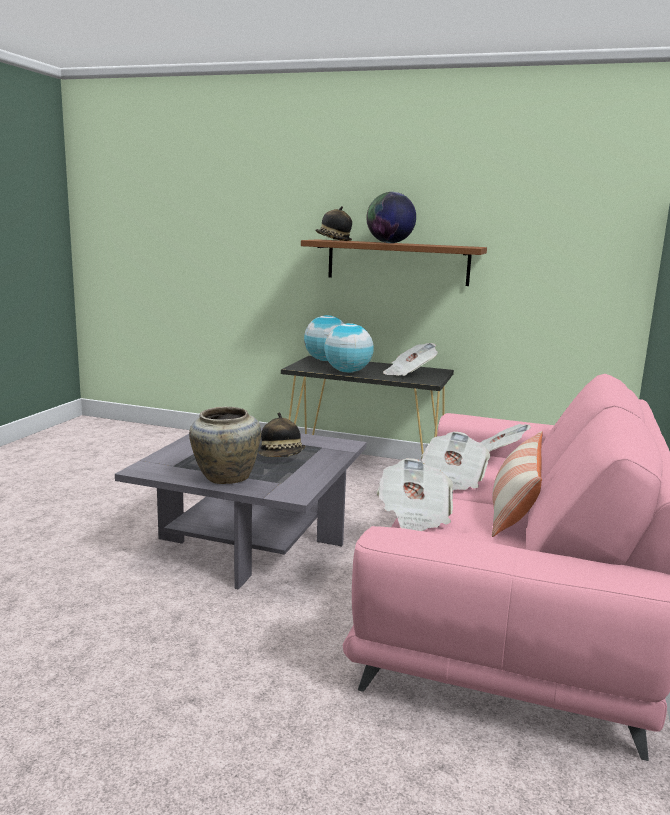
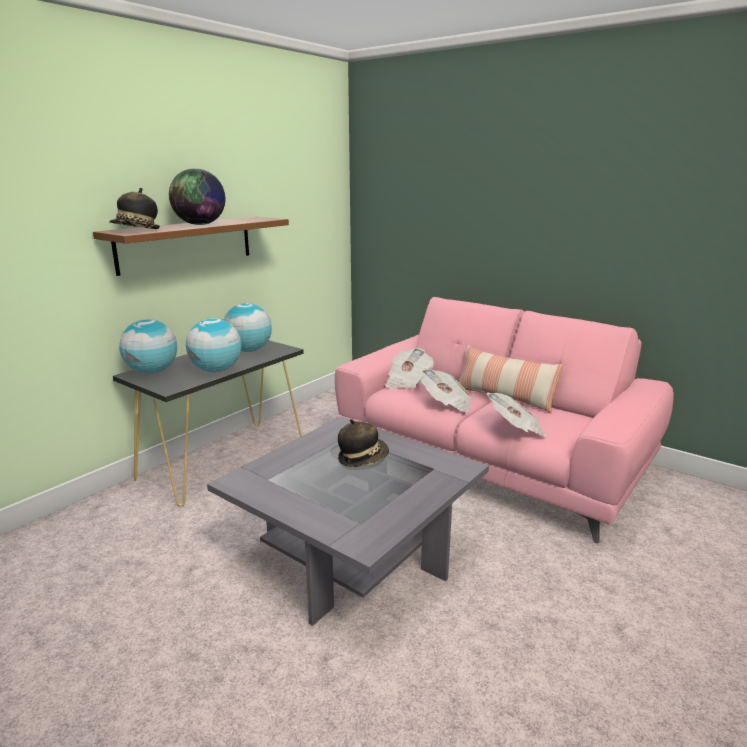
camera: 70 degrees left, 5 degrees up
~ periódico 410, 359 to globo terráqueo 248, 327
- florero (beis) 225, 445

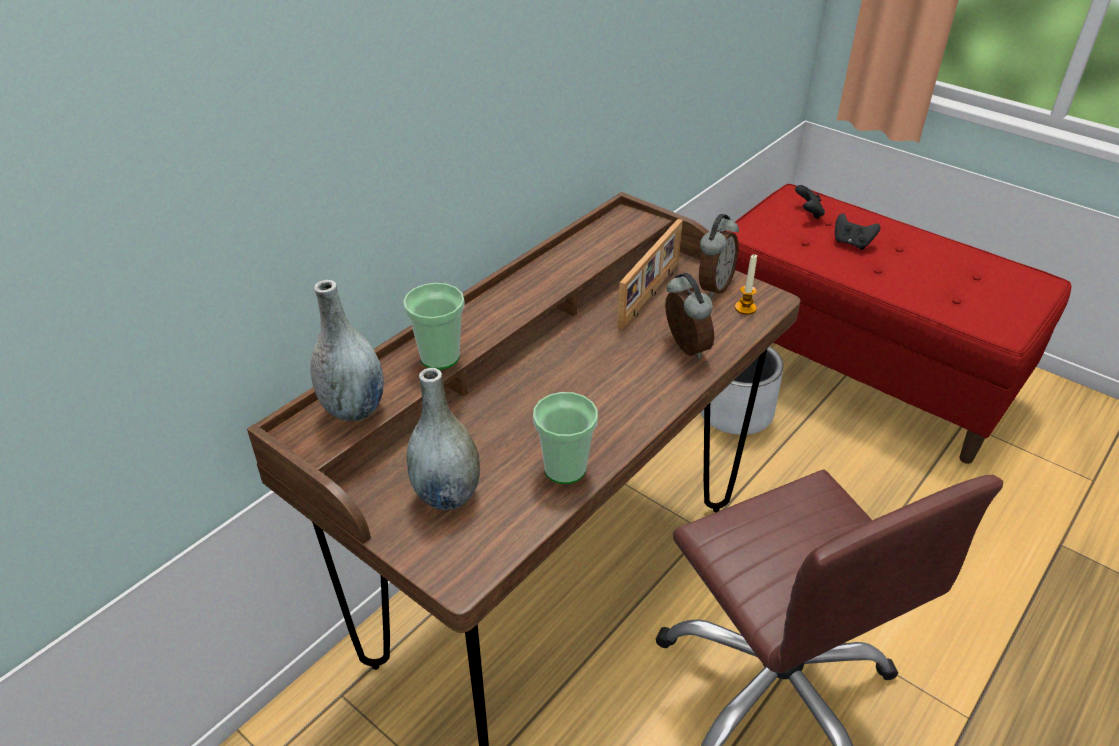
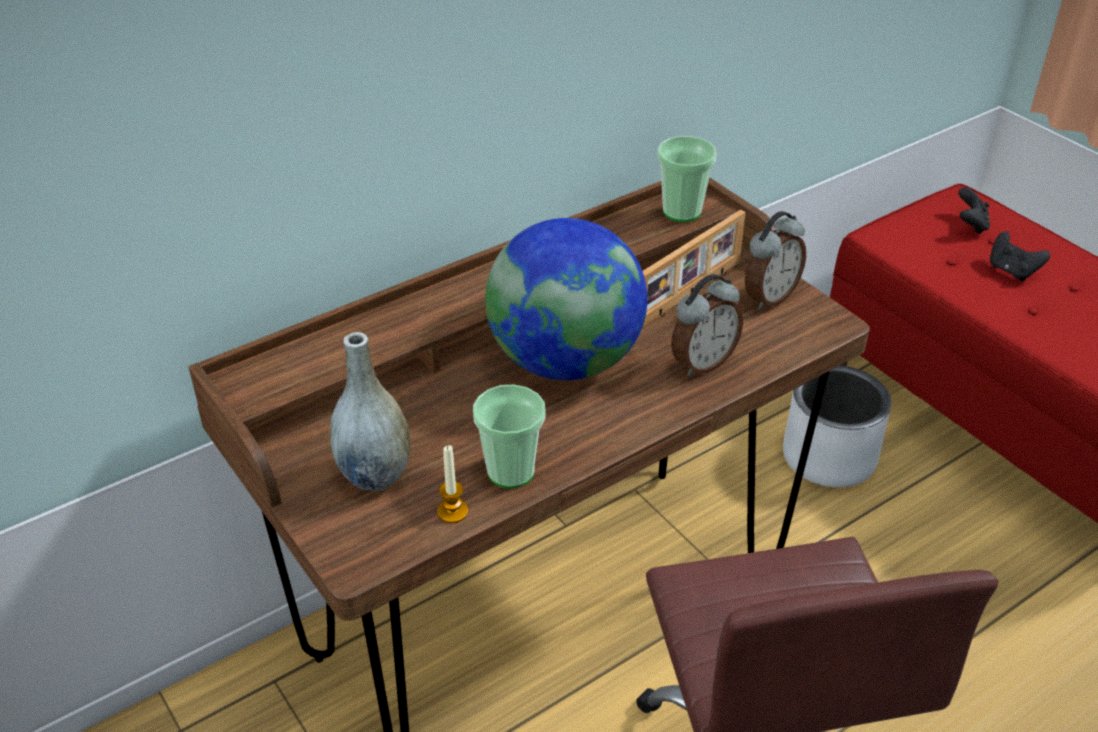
camera: 15 degrees right, 0 degrees up
~ vela 746, 284 to 452, 484
~ despertador 689, 316 = 707, 325 60 degrees clockwise
- florero (gris) 347, 350
~ taza 434, 326 to 687, 179
+ globo terráqueo 566, 299

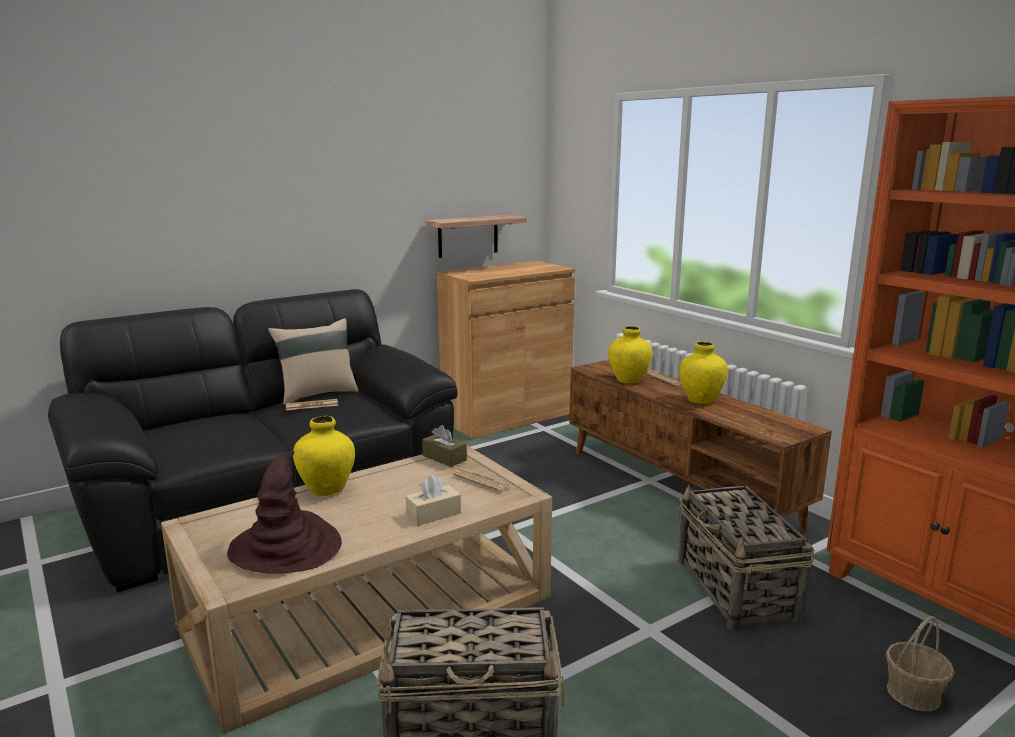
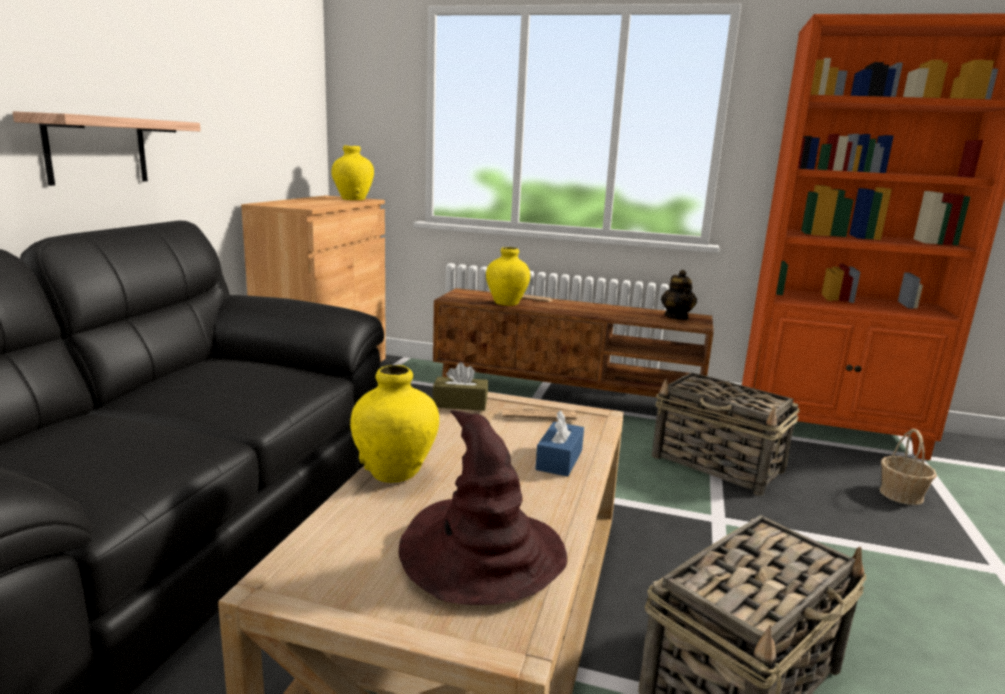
camera: 40 degrees left, 0 degrees up
~ estante 476, 236 to 107, 148
- cojín (beis) 313, 361
~ florero (amarillo) 703, 373 to 352, 172
- periódico 312, 404
~ caja de pañuelos (beis) 433, 500 to caja de pañuelos (azul) 560, 443
+ tetera 679, 295

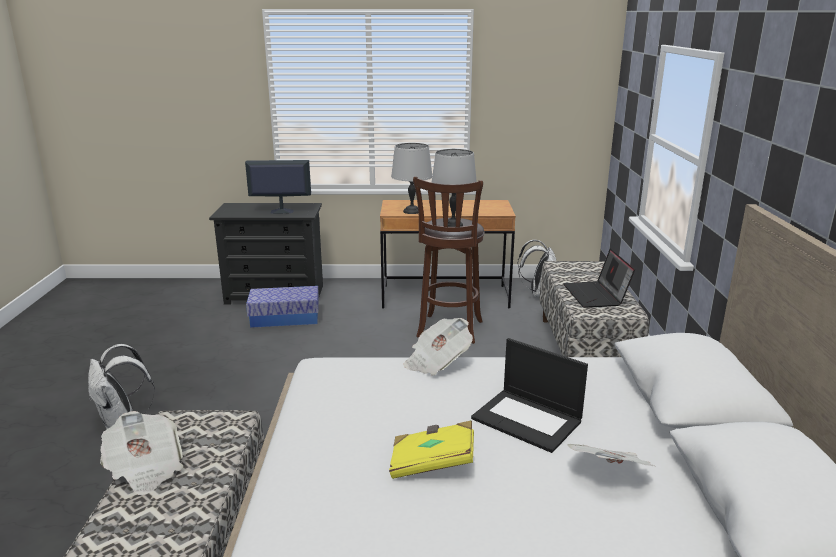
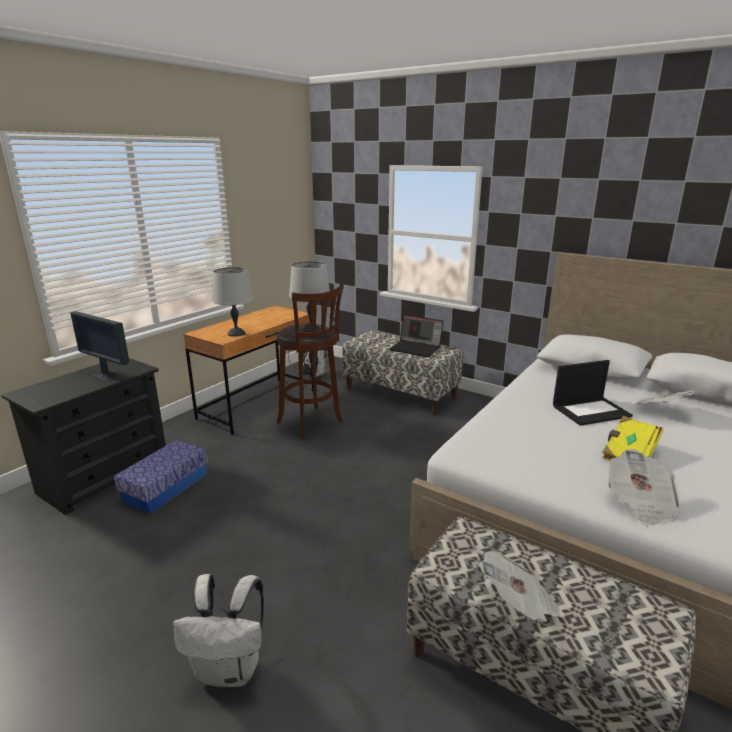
camera: 55 degrees left, 0 degrees up
~ monitor 278, 187 = 99, 346 90 degrees counterclockwise
~ periódico 438, 346 to 644, 487

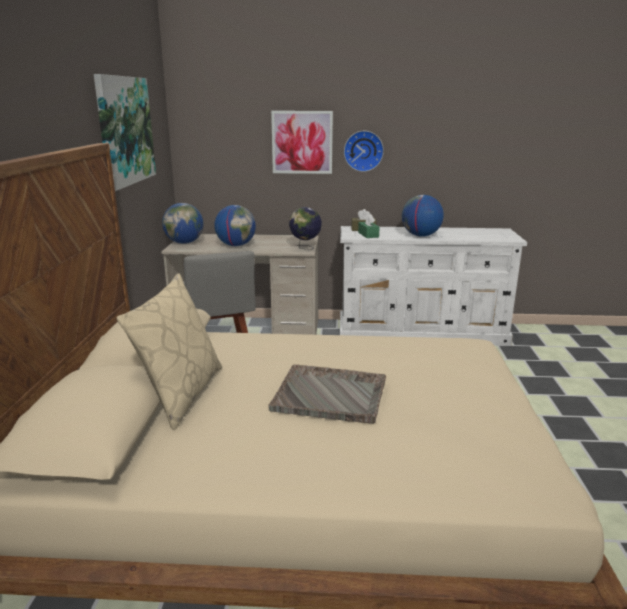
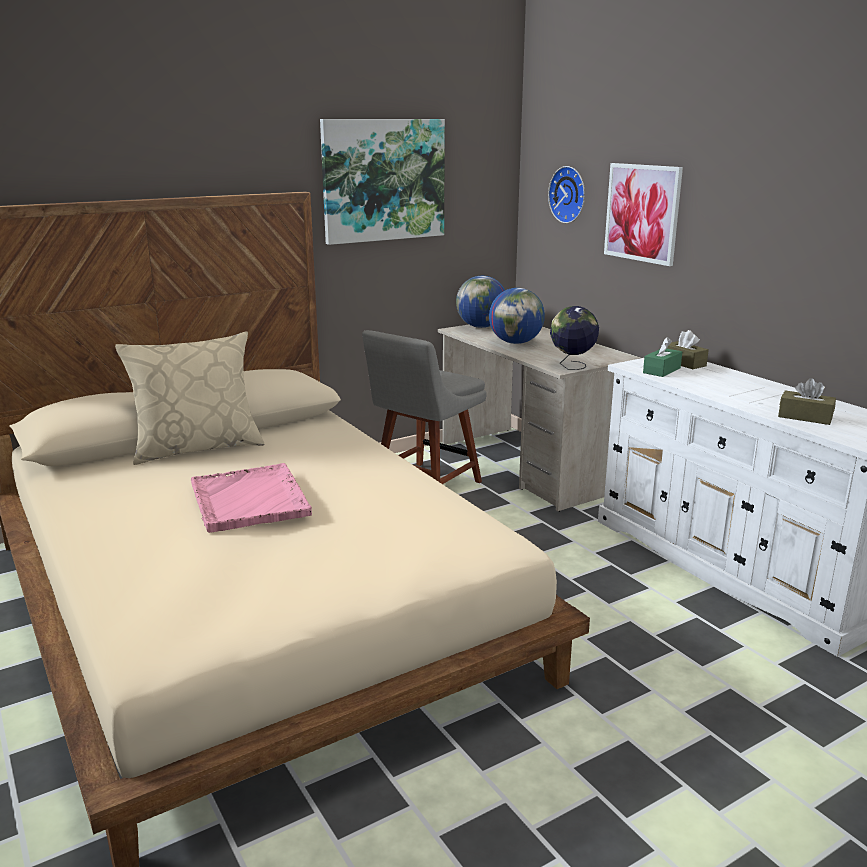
camera: 55 degrees right, 0 degrees up
~ reloj de pared 364, 151 to 566, 194
- globo terráqueo 423, 216
~ bandeja (gris) 327, 394 to bandeja (rosa) 251, 498
+ caja de pañuelos (marrón) 807, 401

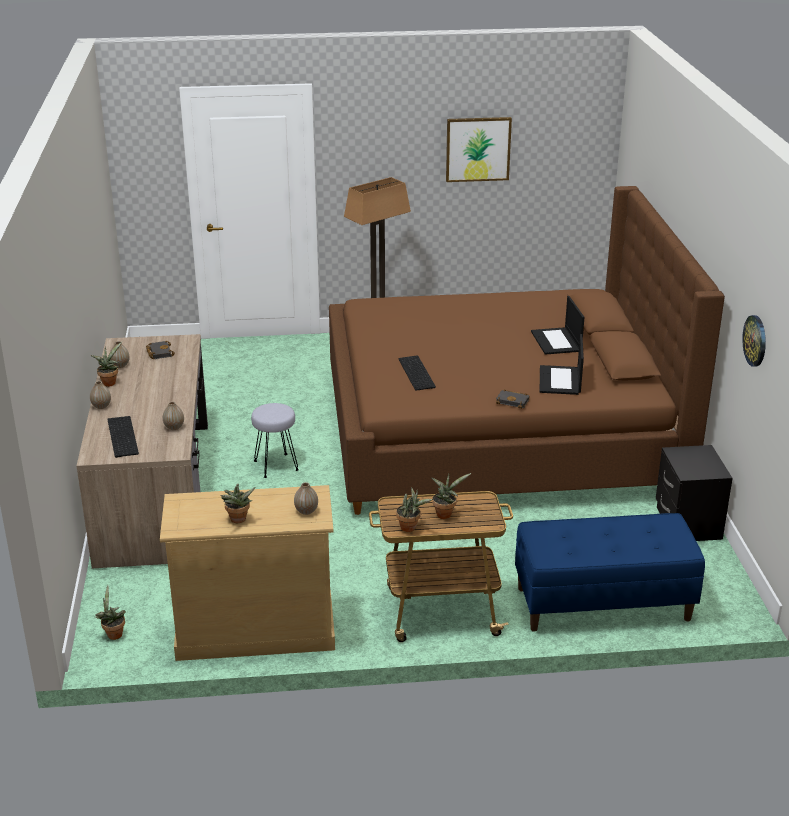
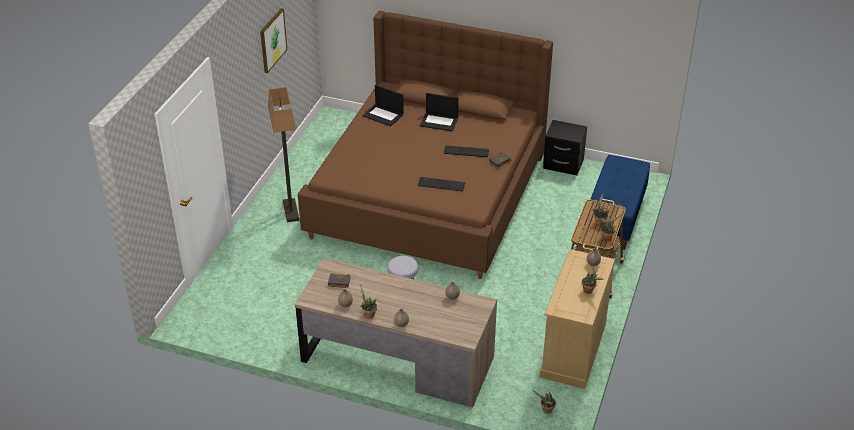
camera: 65 degrees left, 10 degrees up
- reloj de pared 754, 341
~ portátil 562, 364 to 383, 105
~ teclado 123, 437 to 466, 151

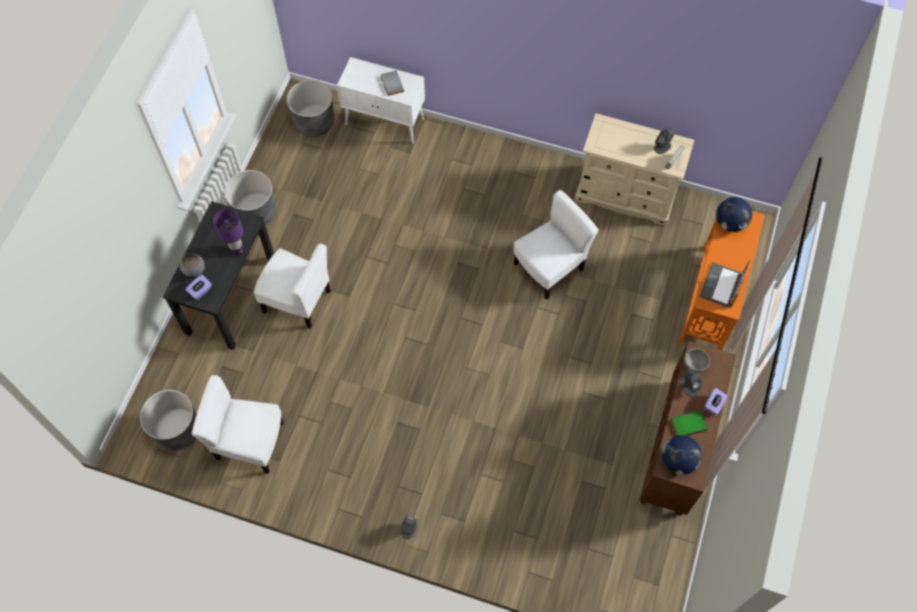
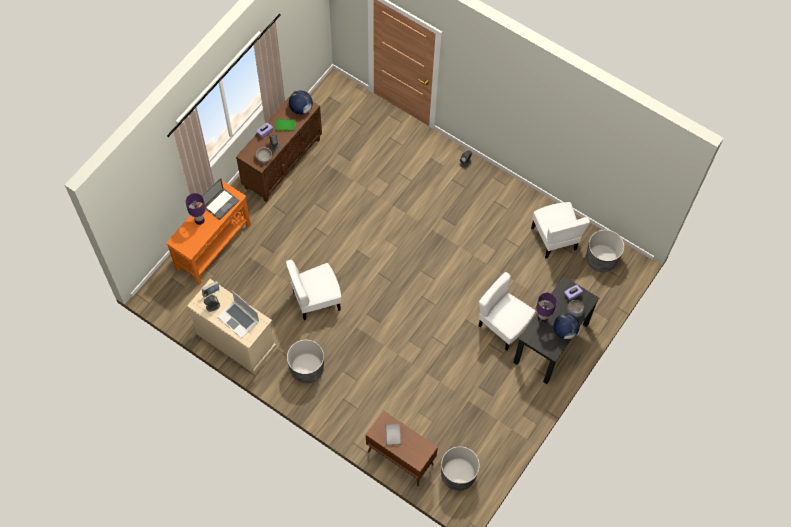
camera: 165 degrees left, 0 degrees up
~ armario (blanco) 381, 100 to armario (marrón) 402, 448
~ maceta (gris) 250, 197 to 305, 361
~ globo terráqueo 734, 214 to 566, 326
~ silla (blanco) 238, 424 = 560, 230 45 degrees clockwise
+ lámpara de mesa (morado) 196, 209
+ portátil 238, 315

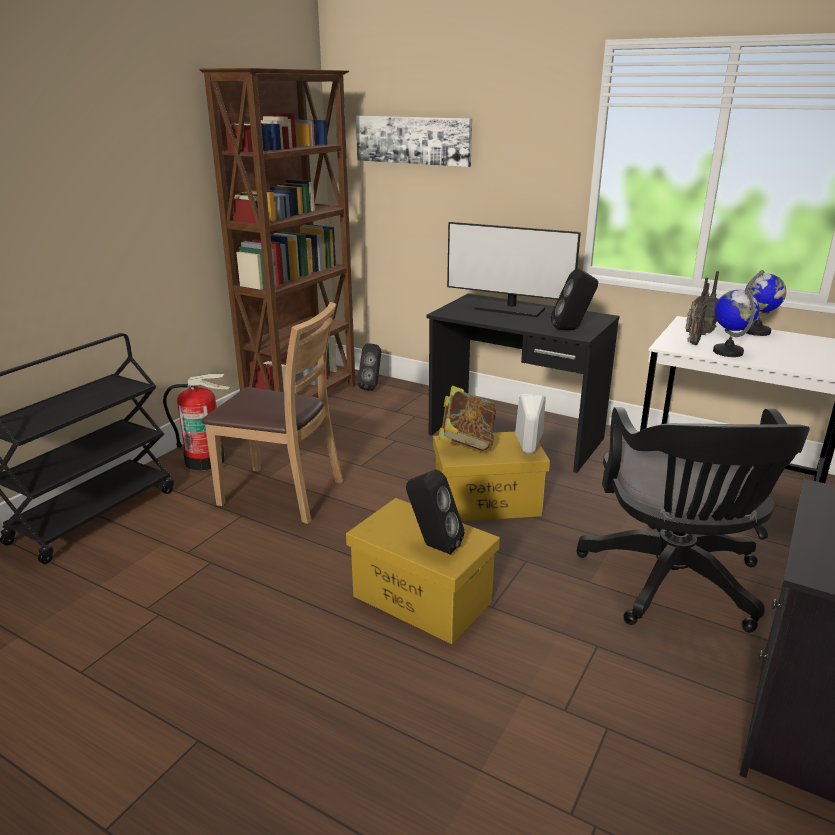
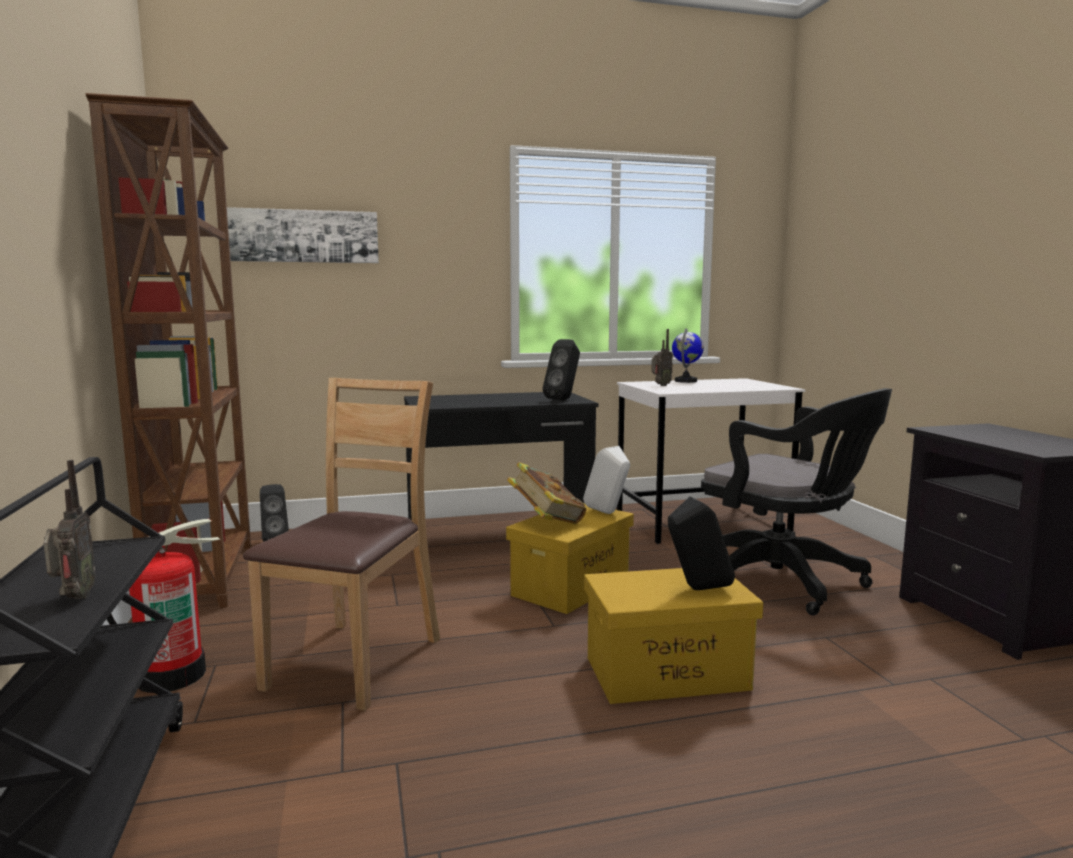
camera: 45 degrees left, 15 degrees down
- monitor 514, 269
~ radio 696, 311 to 69, 529
- globo terráqueo 736, 322
~ silla (marrón) 272, 413 = 341, 544 45 degrees counterclockwise

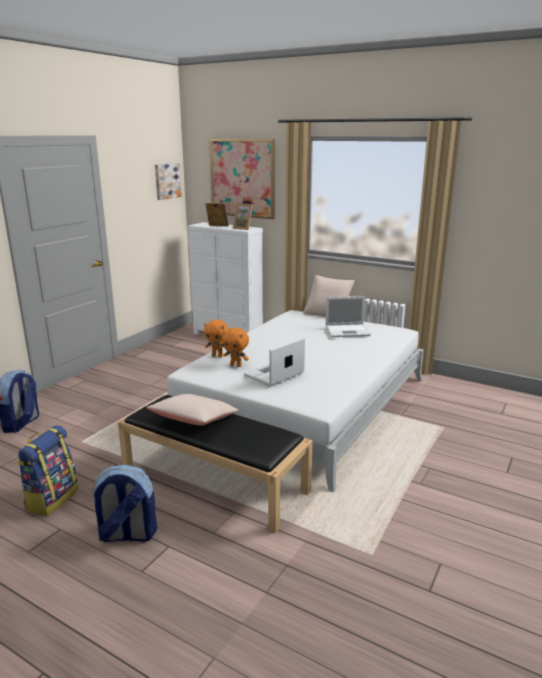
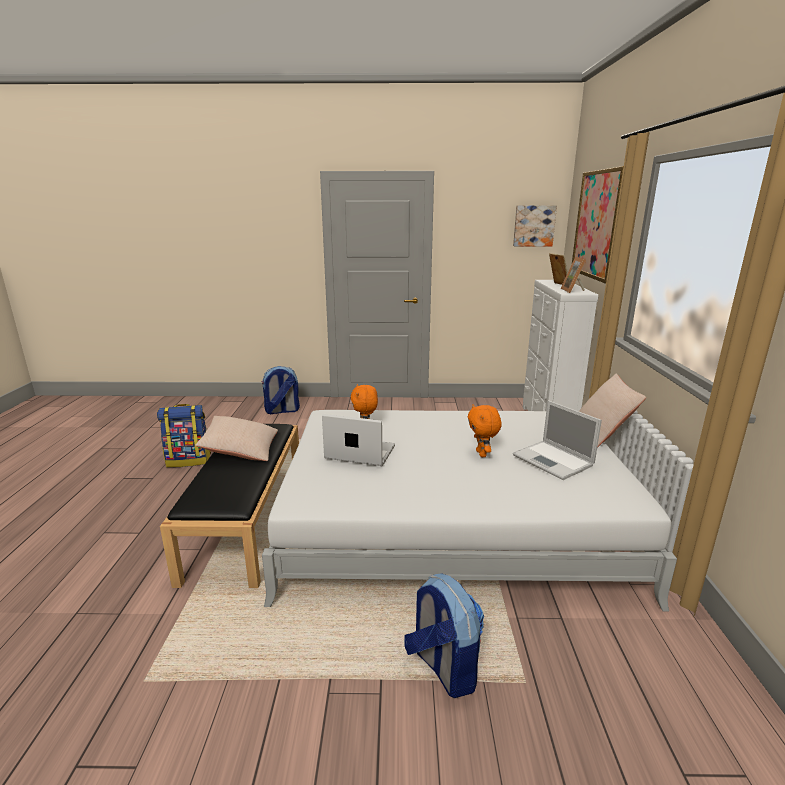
camera: 60 degrees right, 0 degrees up
~ peluche (naranja) 216, 338 to 485, 431
~ mochila 124, 503 to 444, 636

